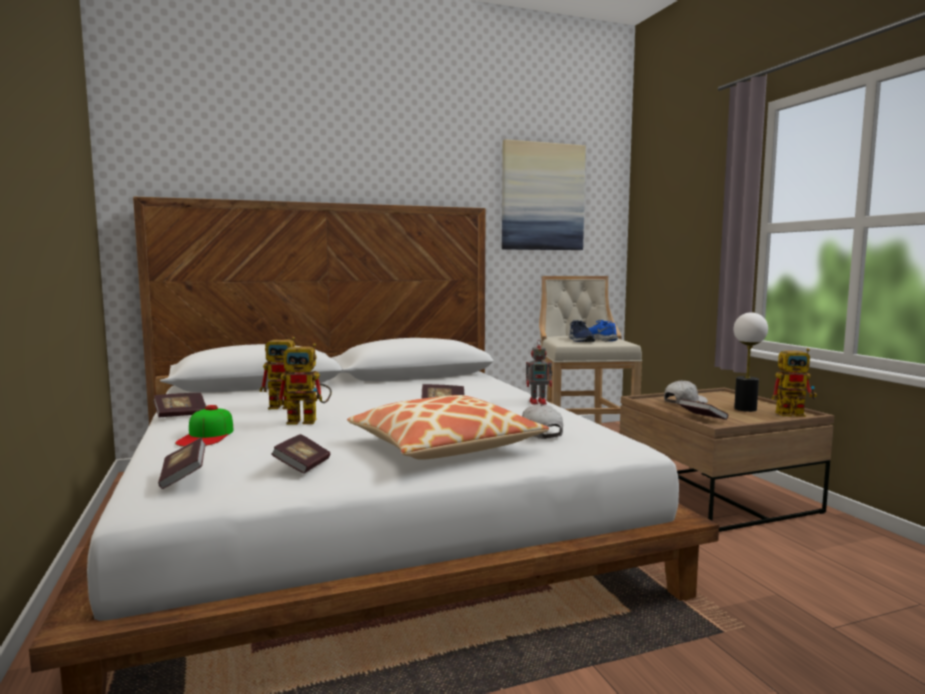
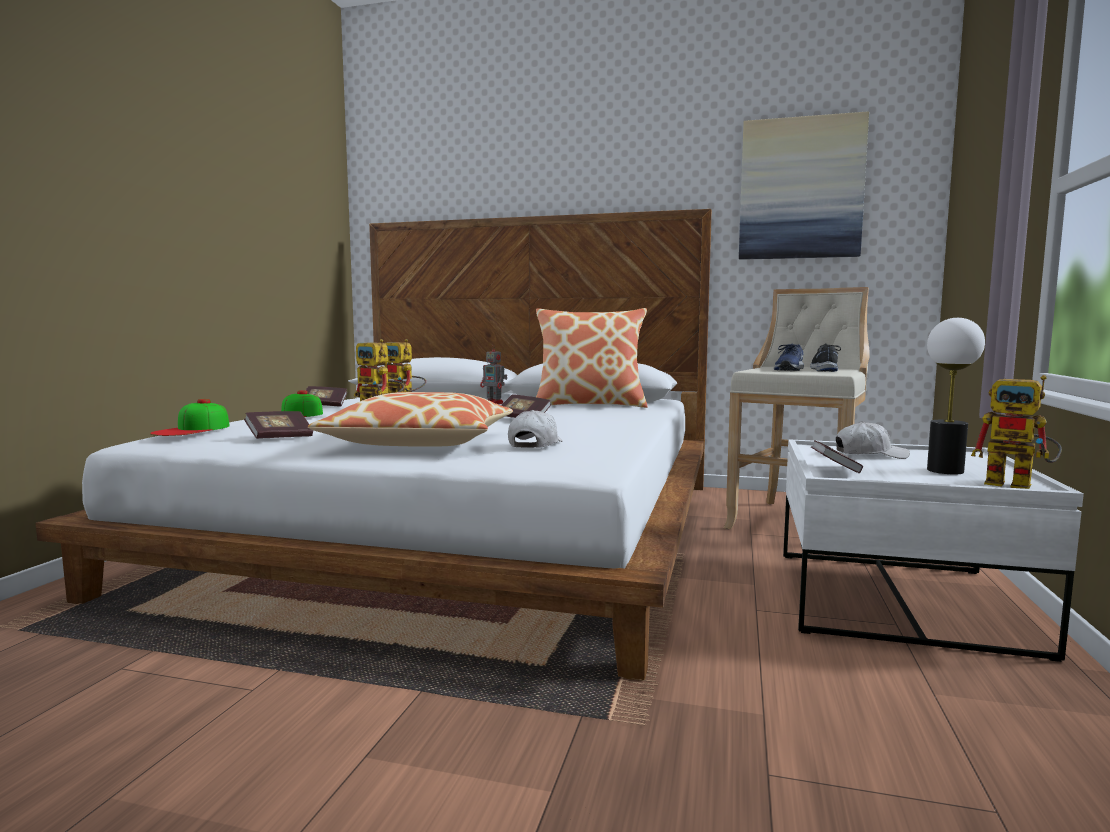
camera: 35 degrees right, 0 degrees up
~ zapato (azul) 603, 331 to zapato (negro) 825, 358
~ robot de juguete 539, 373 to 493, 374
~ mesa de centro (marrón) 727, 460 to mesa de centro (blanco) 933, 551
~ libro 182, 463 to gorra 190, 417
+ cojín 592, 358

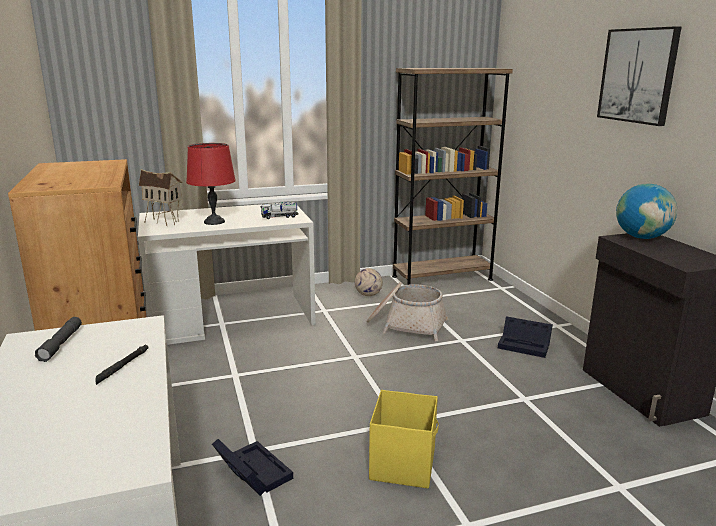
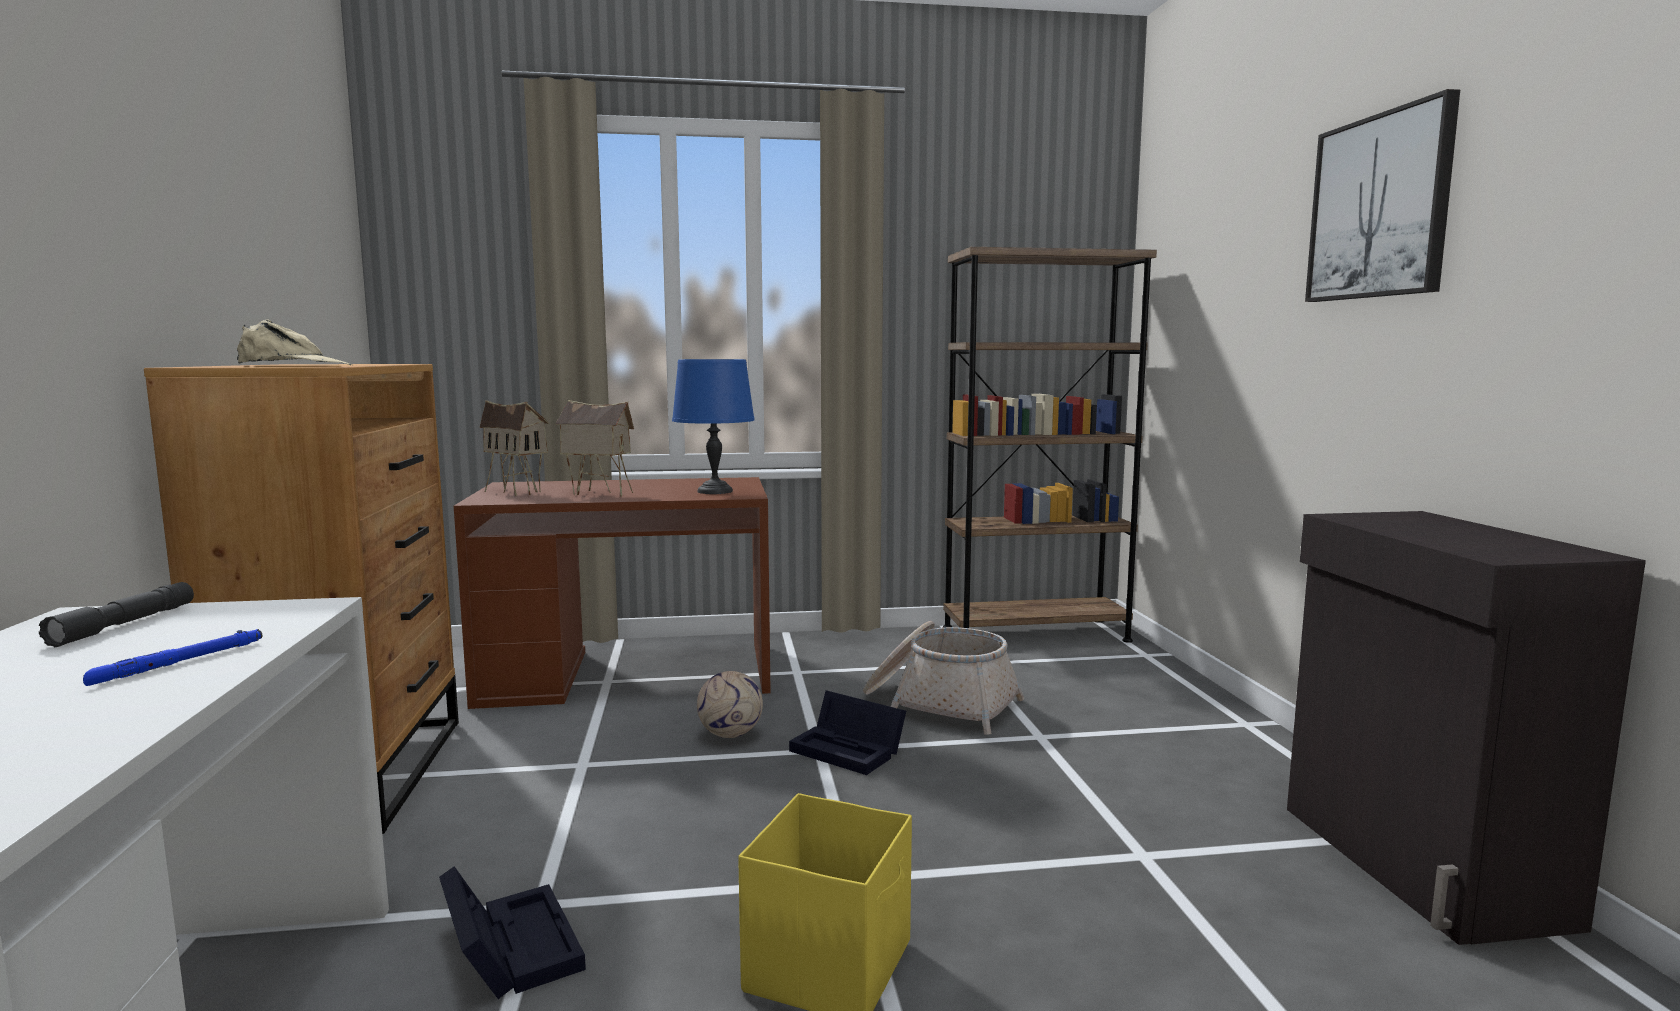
camera: 10 degrees right, 10 degrees down
~ lámpara de mesa (rojo) 211, 184 to casita 594, 448
- globo terráqueo 646, 211
~ camión de juguete 279, 210 to lámpara de mesa (azul) 713, 426
~ escritorio (blanco) 227, 273 to escritorio (marrón) 612, 593
~ balón de fútbol 369, 282 to 730, 704
~ caja de almacenaje (negro) 525, 337 to 847, 732
~ linterna (negro) 121, 364 to linterna (azul) 172, 657
+ gorra (beis) 294, 342

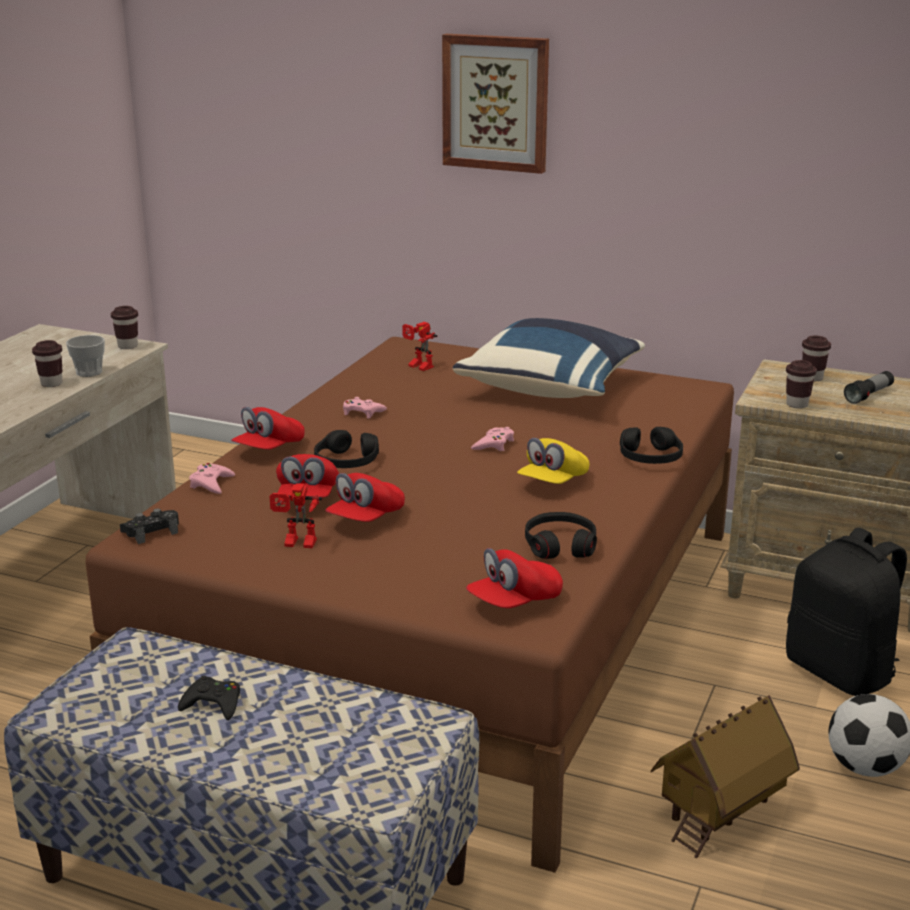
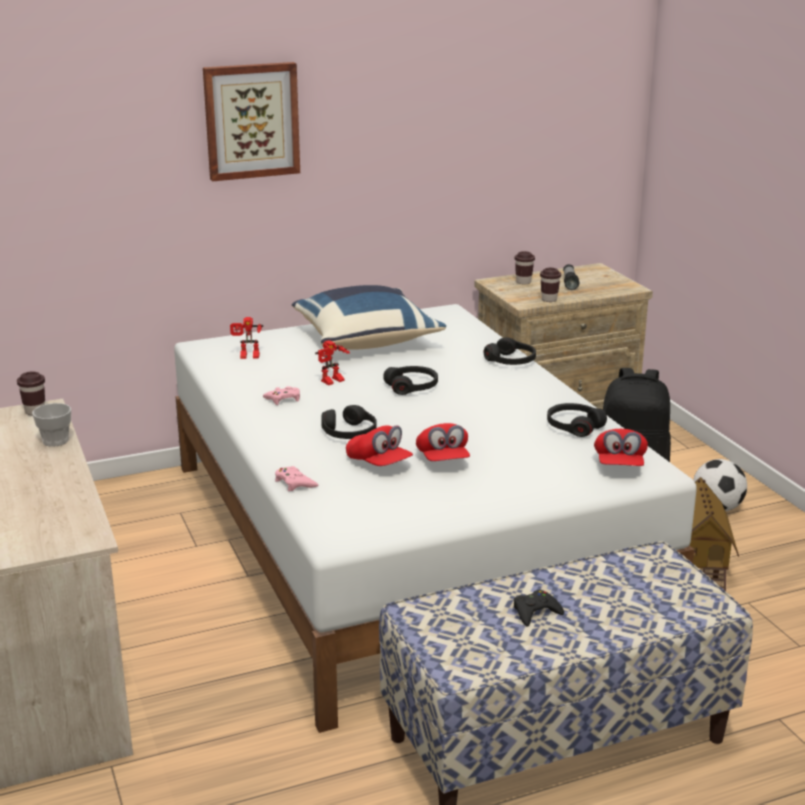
camera: 45 degrees left, 0 degrees up
~ cama (marrón) 410, 605 to cama (blanco) 435, 518
- taza (marrón) 47, 363
- gorra (rojo) 268, 428
~ mando de consola (rosa) 492, 439 to auriculares (negro) 410, 380
- gorra (amarillo) 553, 461
~ robot de juguete 296, 515 to 332, 362
- mando de consola (negro) 149, 526

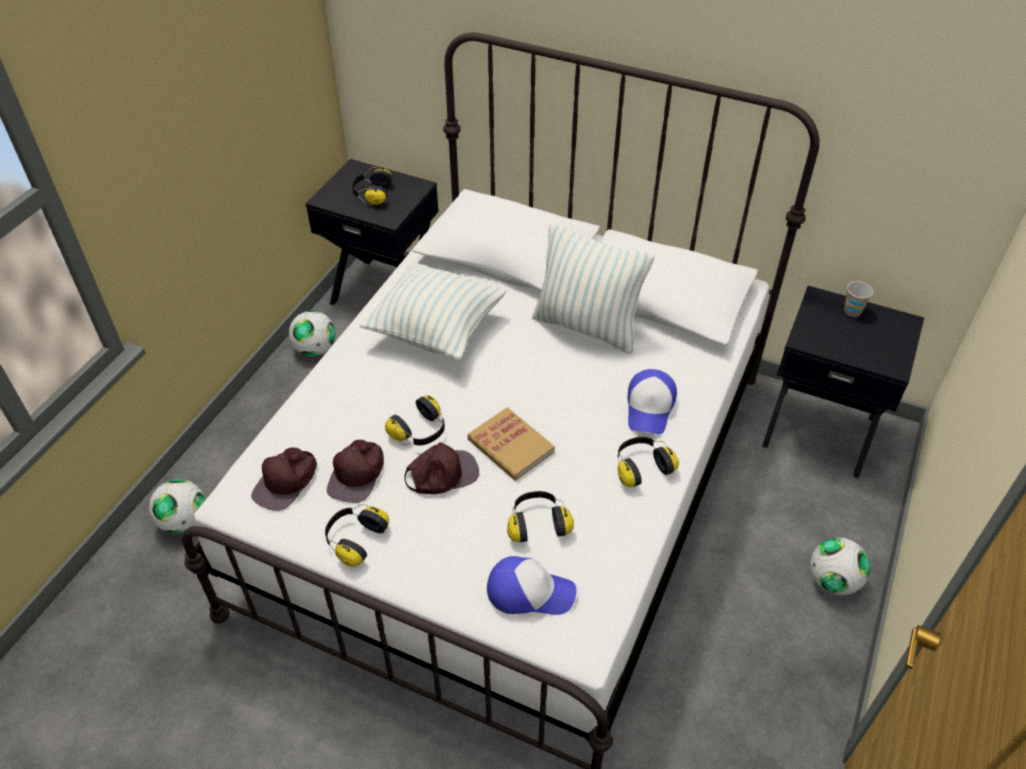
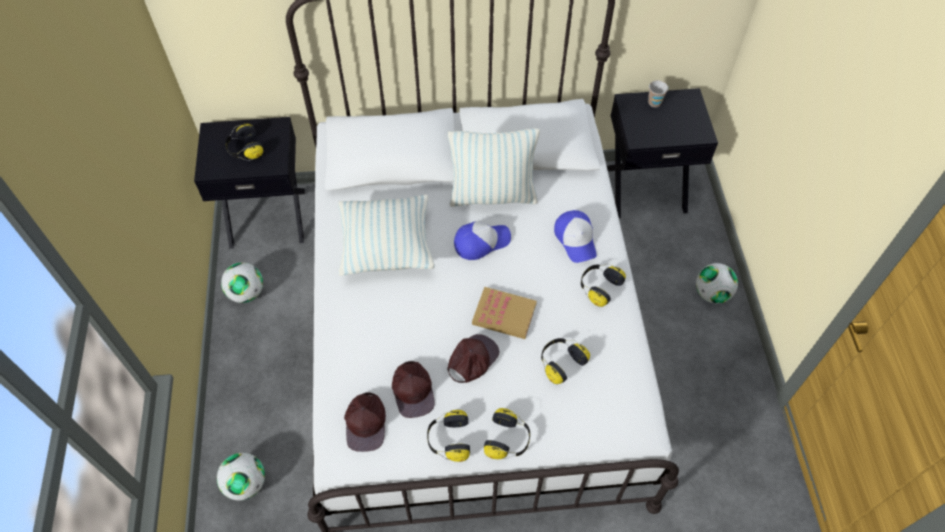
camera: 30 degrees left, 10 degrees up
~ auriculares 415, 420 to 507, 433
~ gorra 531, 585 to 482, 240

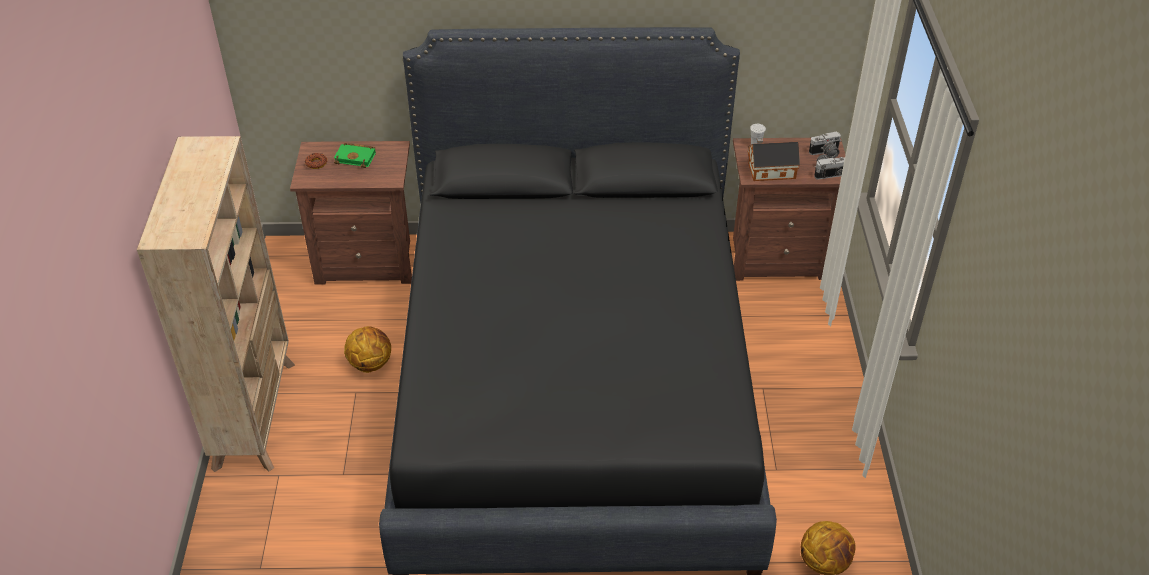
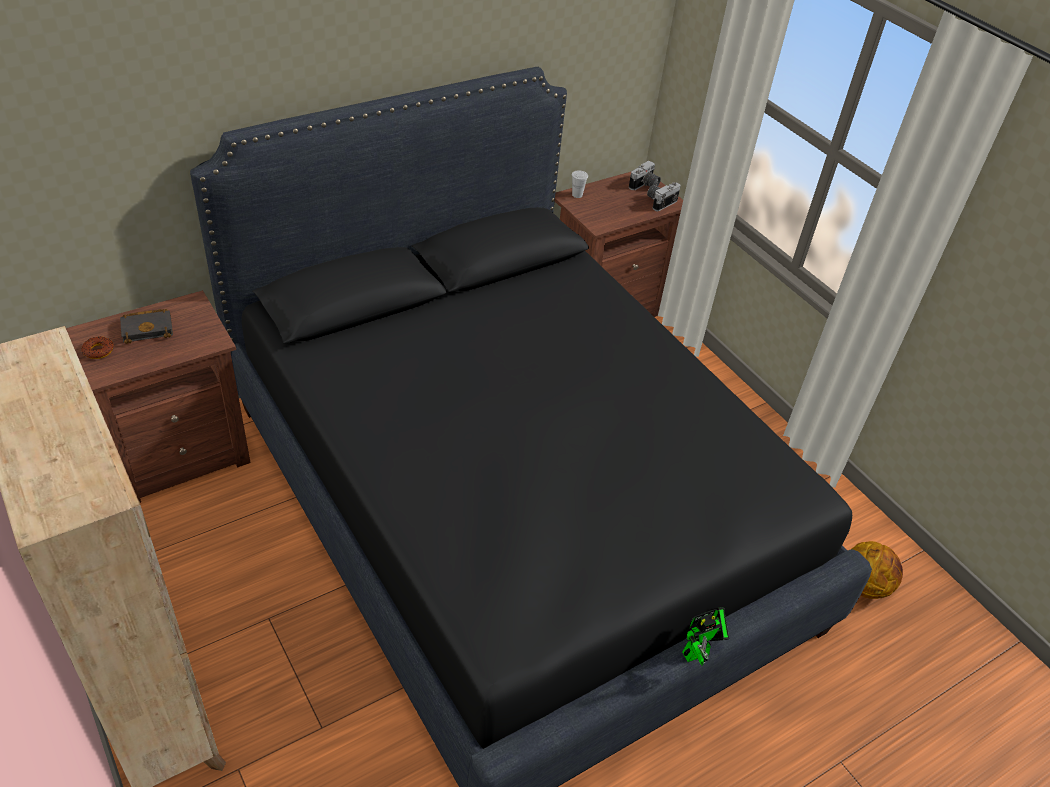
camera: 35 degrees left, 0 degrees up
- casita 774, 159
~ libro (verde) 355, 155 to libro (negro) 146, 326
- balón de baloncesto 367, 349
+ robot de juguete 705, 636

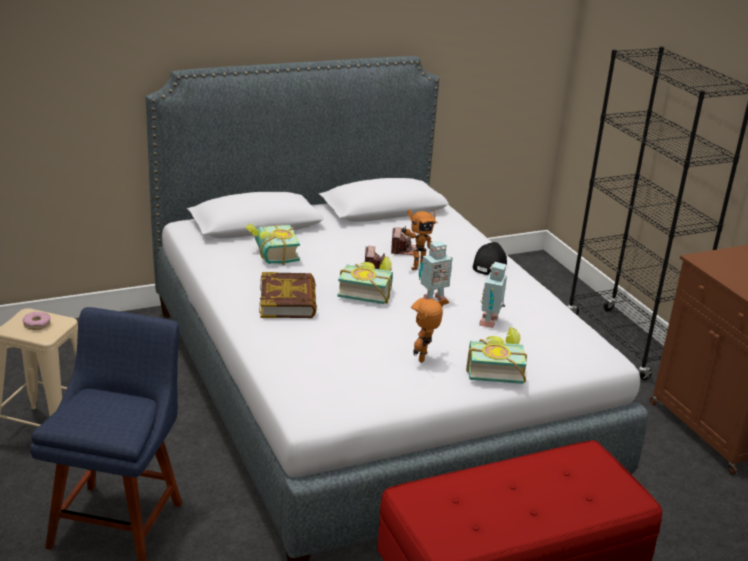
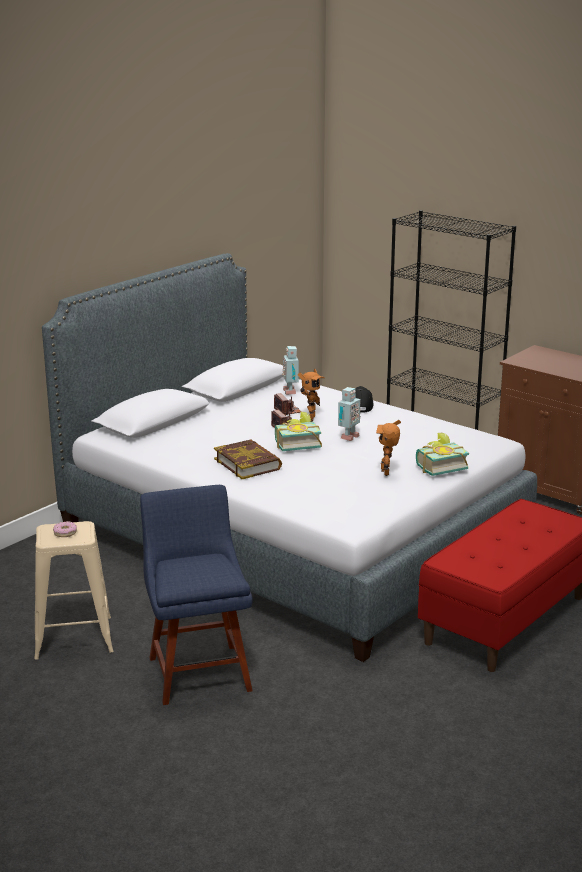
camera: 25 degrees left, 5 degrees down
- libro 272, 244
~ robot de juguete 493, 295 to 290, 370

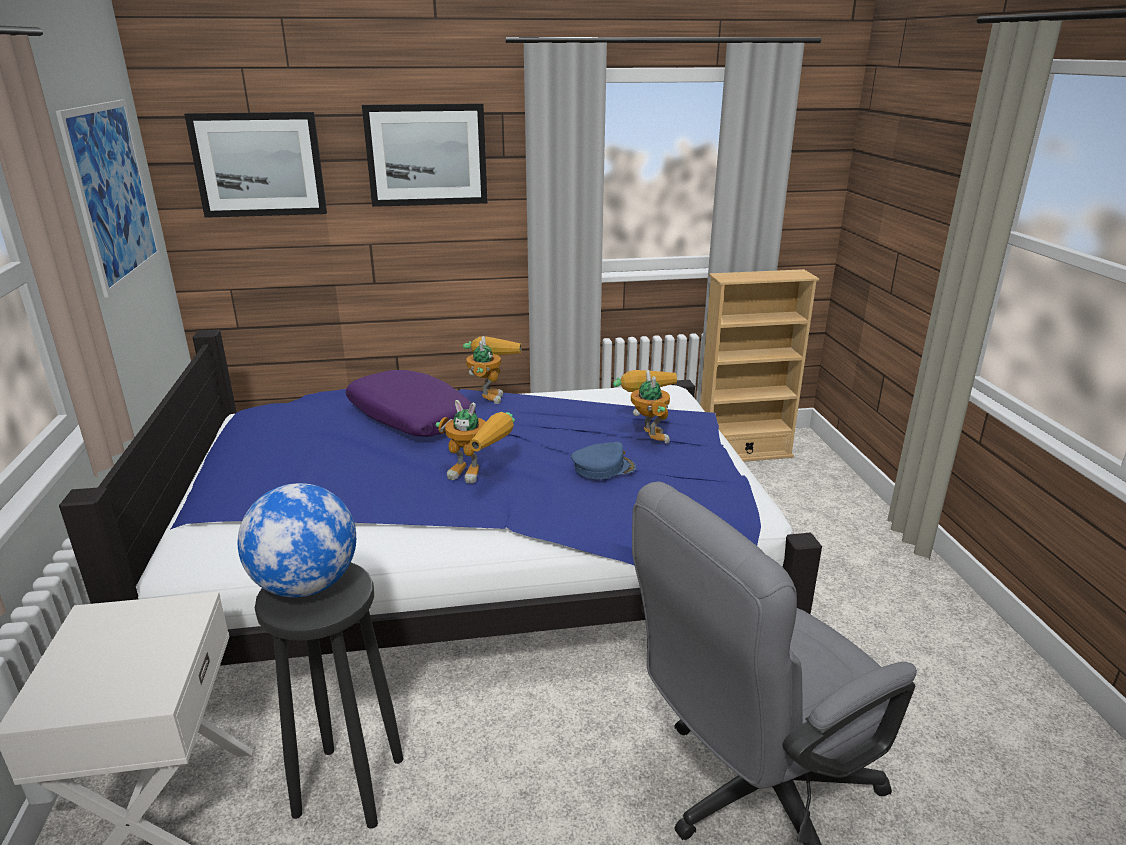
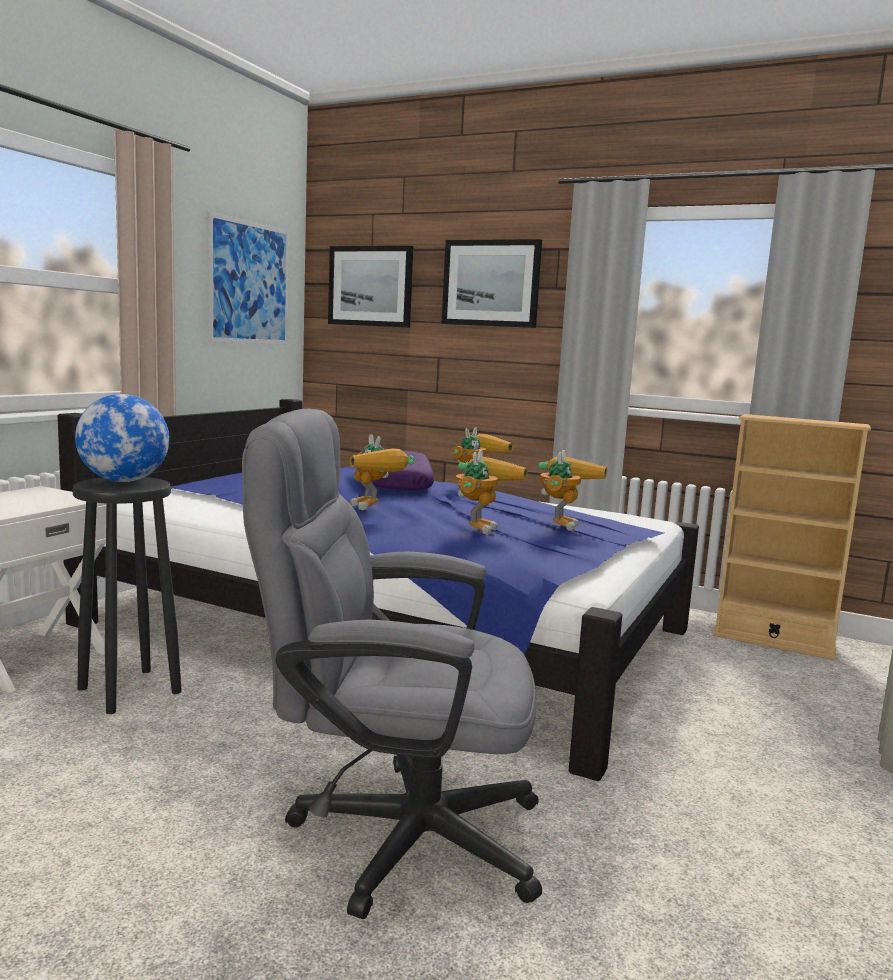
camera: 35 degrees right, 15 degrees down
~ gorra (azul) 603, 461 to robot de juguete 491, 492

